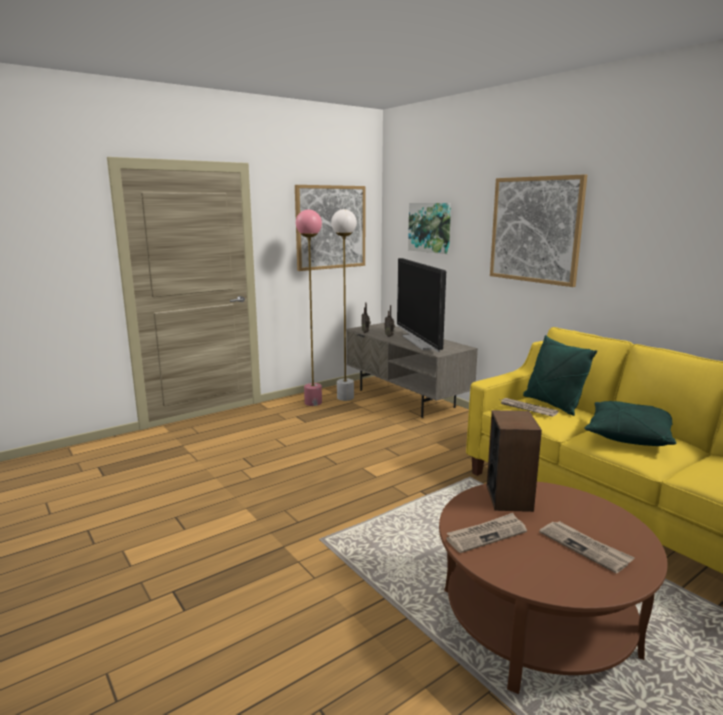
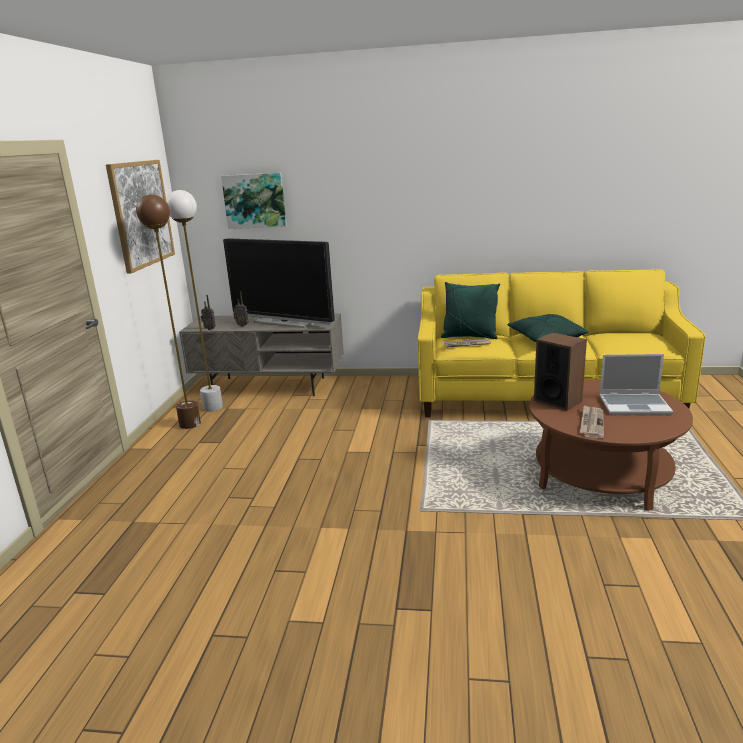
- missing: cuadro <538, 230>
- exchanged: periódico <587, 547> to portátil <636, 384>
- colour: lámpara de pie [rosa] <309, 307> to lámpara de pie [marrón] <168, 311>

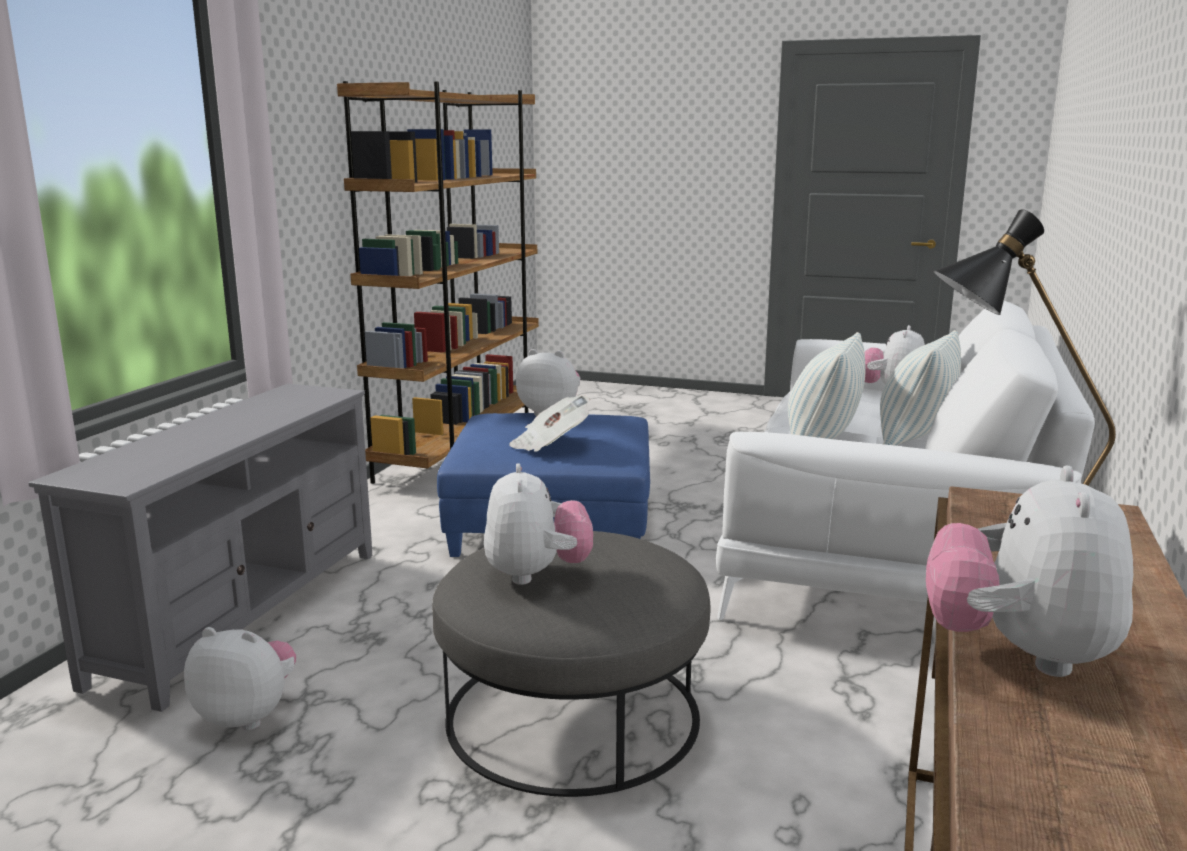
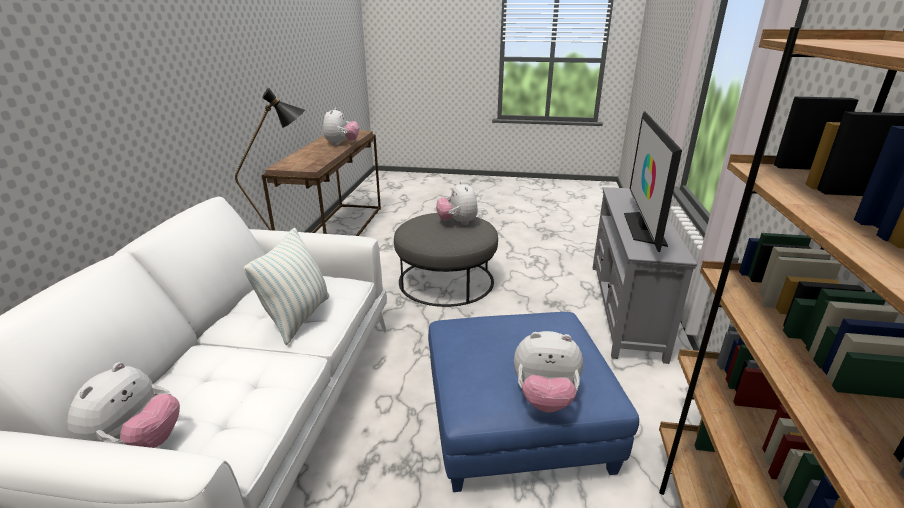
- missing: peluche <240, 678>
- missing: periódico <550, 423>
- missing: cojín <920, 388>
- appeared: televisor <653, 182>

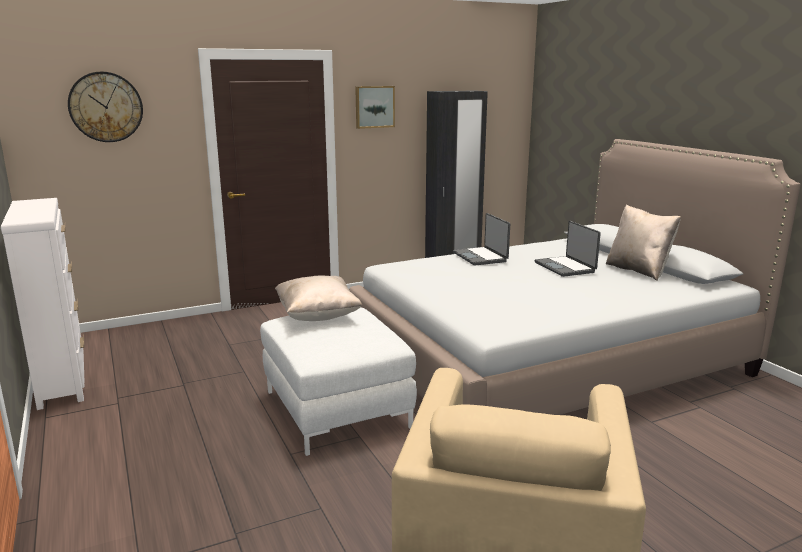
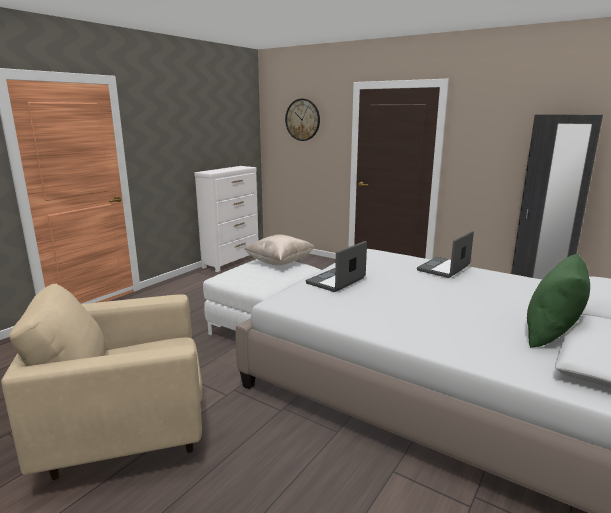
- missing: cuadro <375, 107>
- relocated: portátil <568, 249> to <336, 266>
- colour: cojín [beis] <643, 243> to cojín [verde] <558, 300>

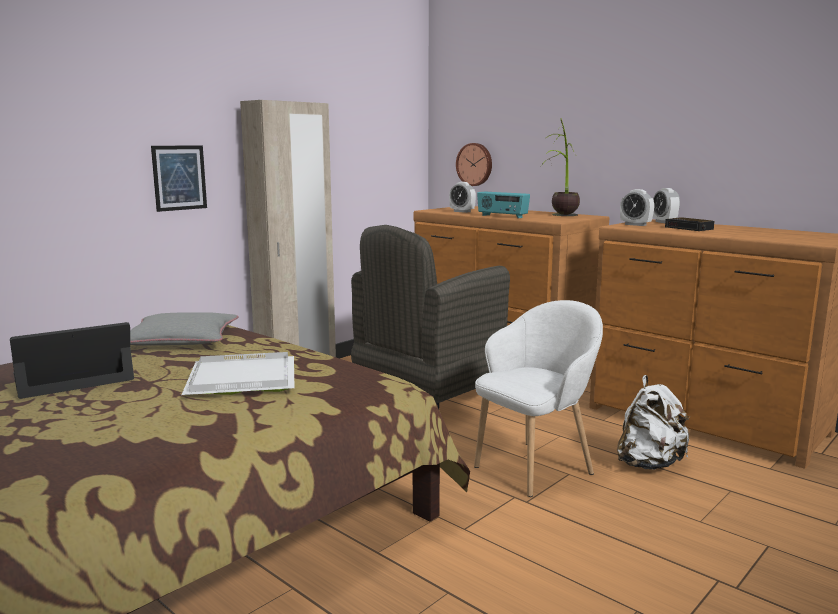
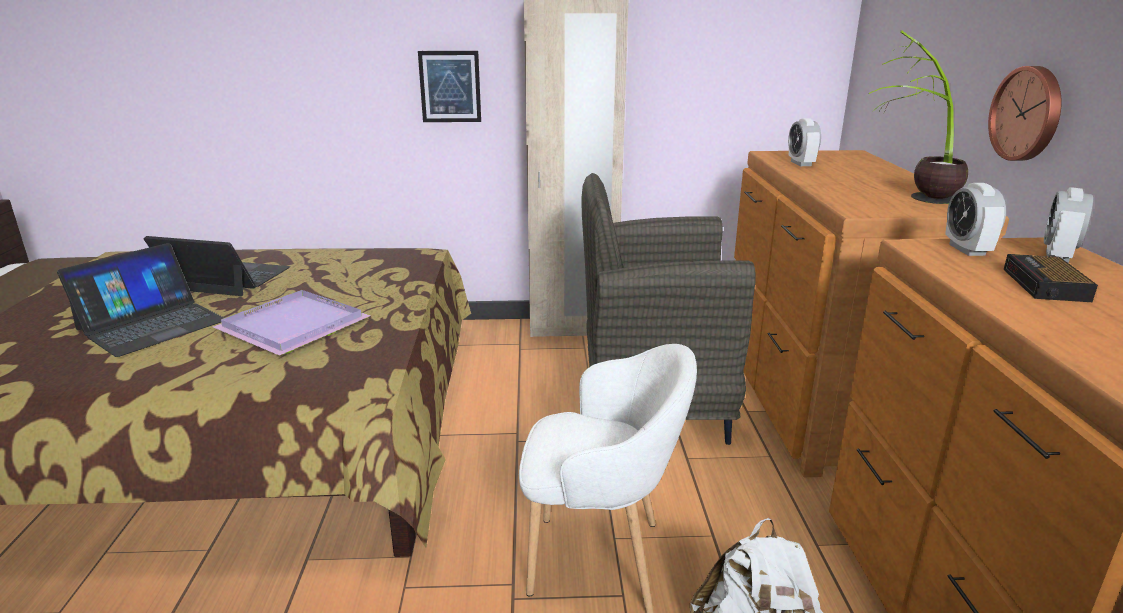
- missing: cojín [gris] <184, 328>
- missing: radio <503, 205>
- appeared: portátil <140, 300>
- relocated: reloj de pared <474, 164> to <1025, 113>
- colour: bandeja [blanco] <238, 373> to bandeja [morado] <292, 323>

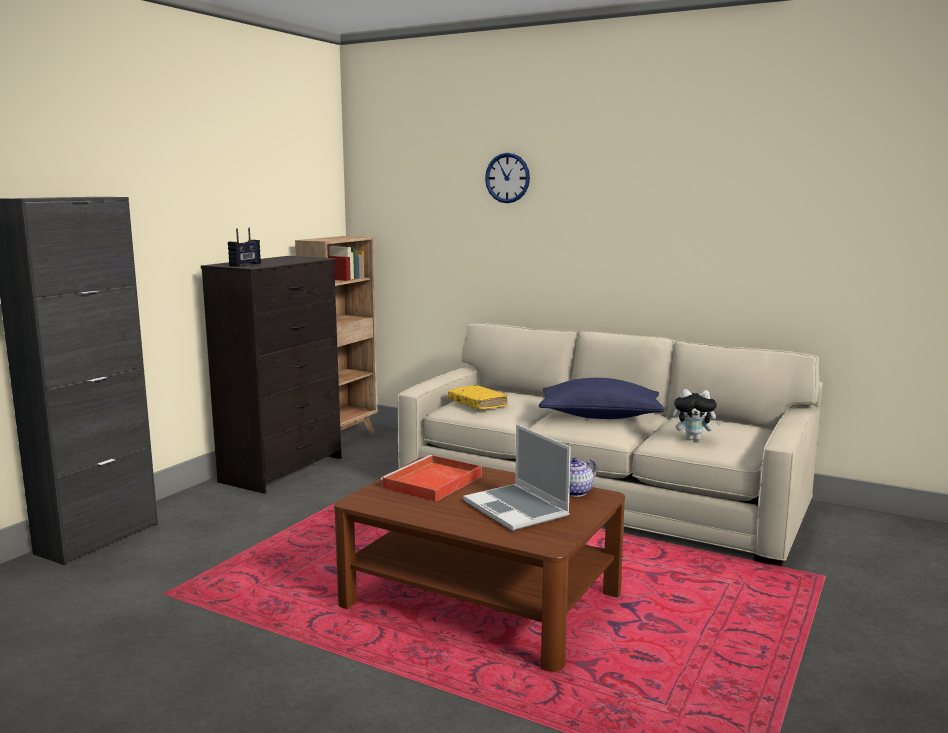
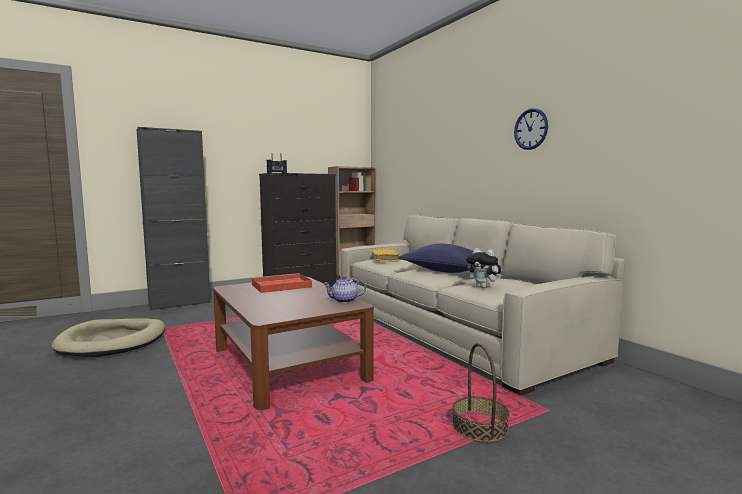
- missing: portátil <517, 477>
- appeared: cama para perro [beis] <108, 338>
- appeared: cesta <480, 393>
- relocated: reloj de pared <507, 178> to <531, 129>

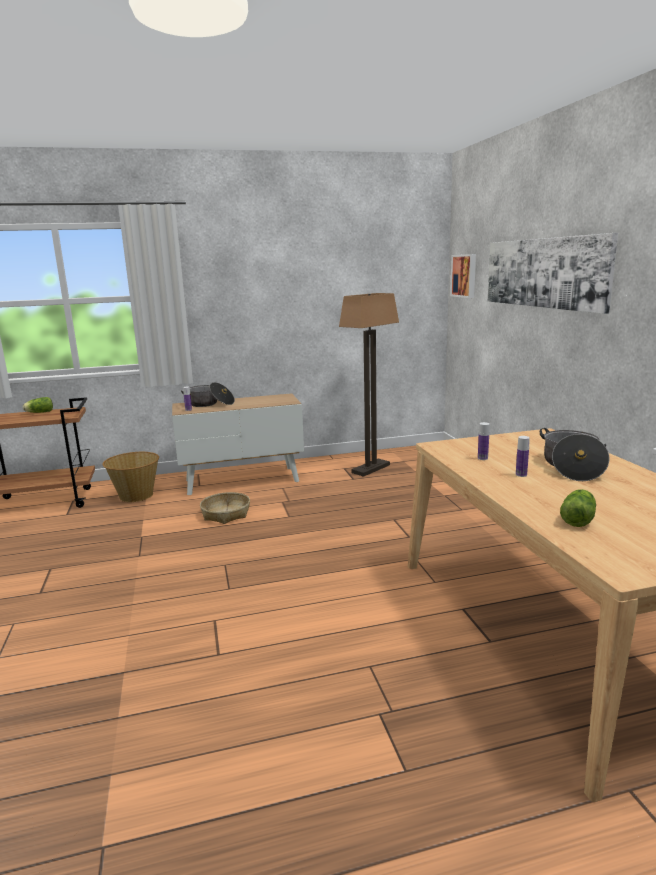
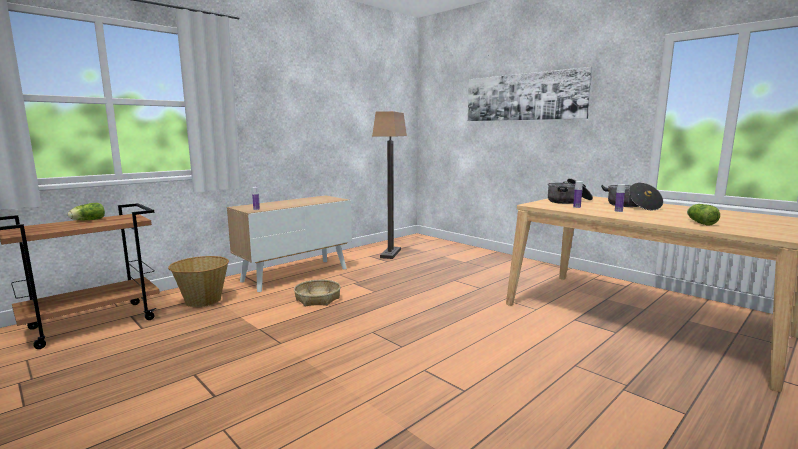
- missing: cuadro <463, 276>
- relocated: olla <208, 394> to <570, 191>

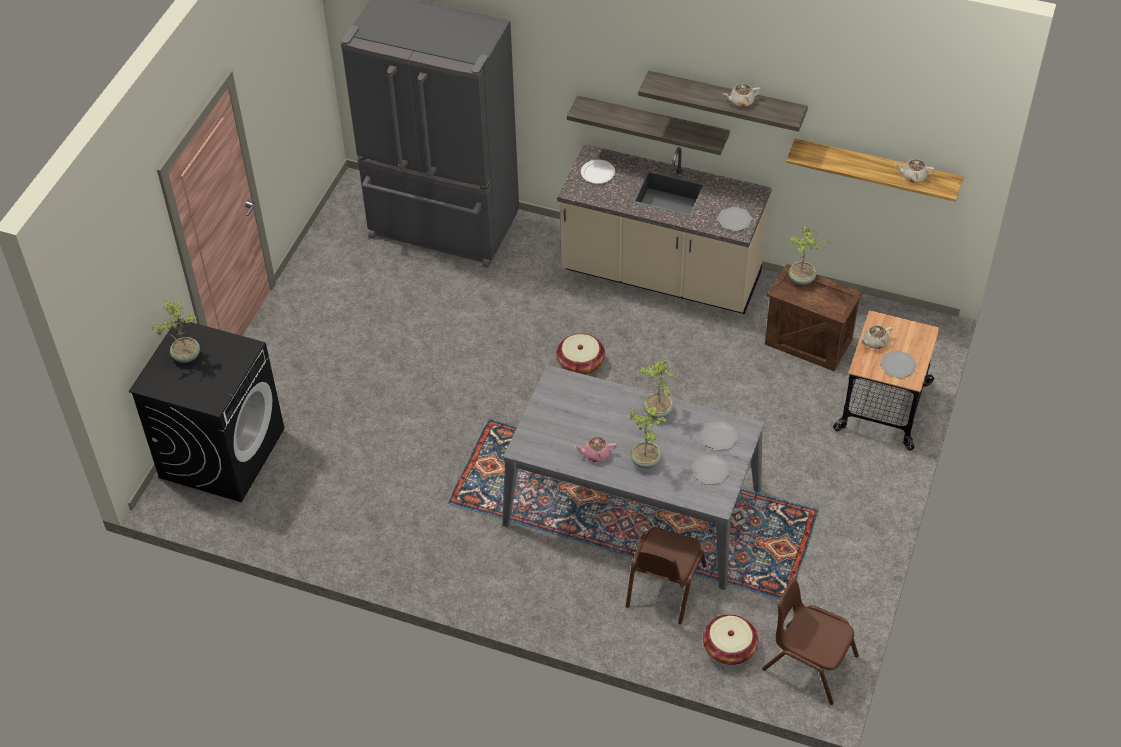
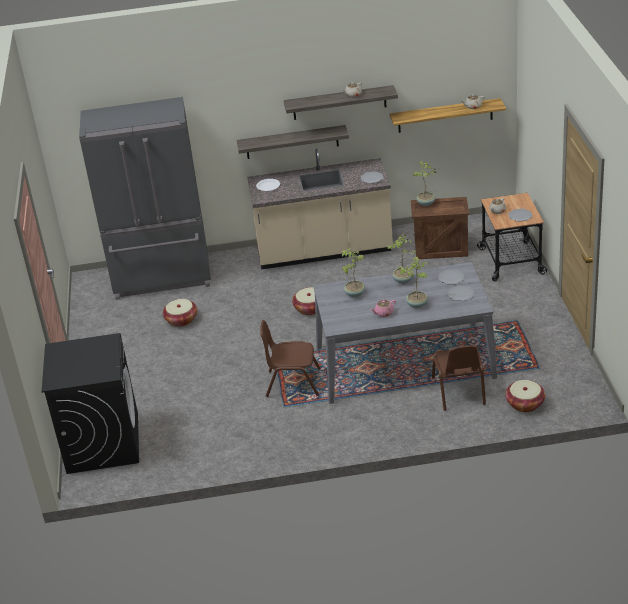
- appeared: cesta <180, 313>
- relocated: planta en maceta <176, 332> to <353, 273>
- relocated: silla [marrón] <810, 642> to <290, 358>

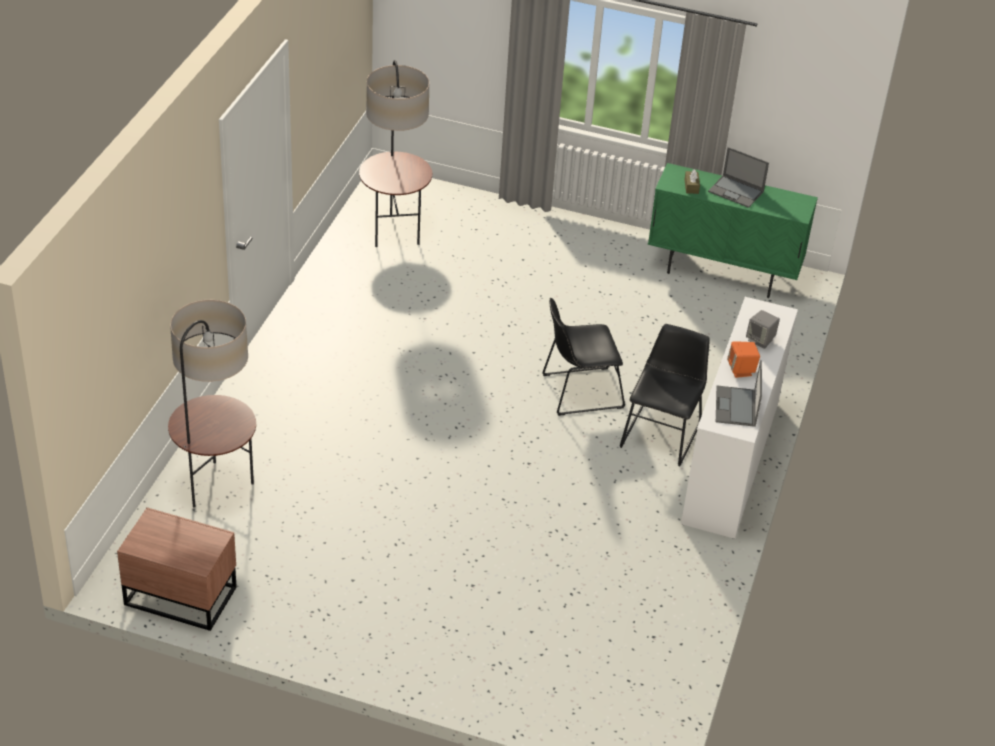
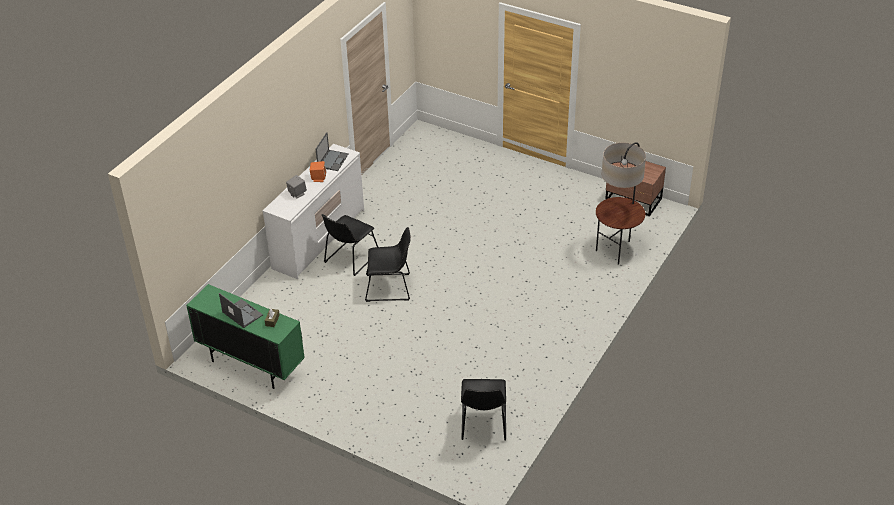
- exchanged: lámpara de pie <395, 153> to silla [negro] <483, 409>

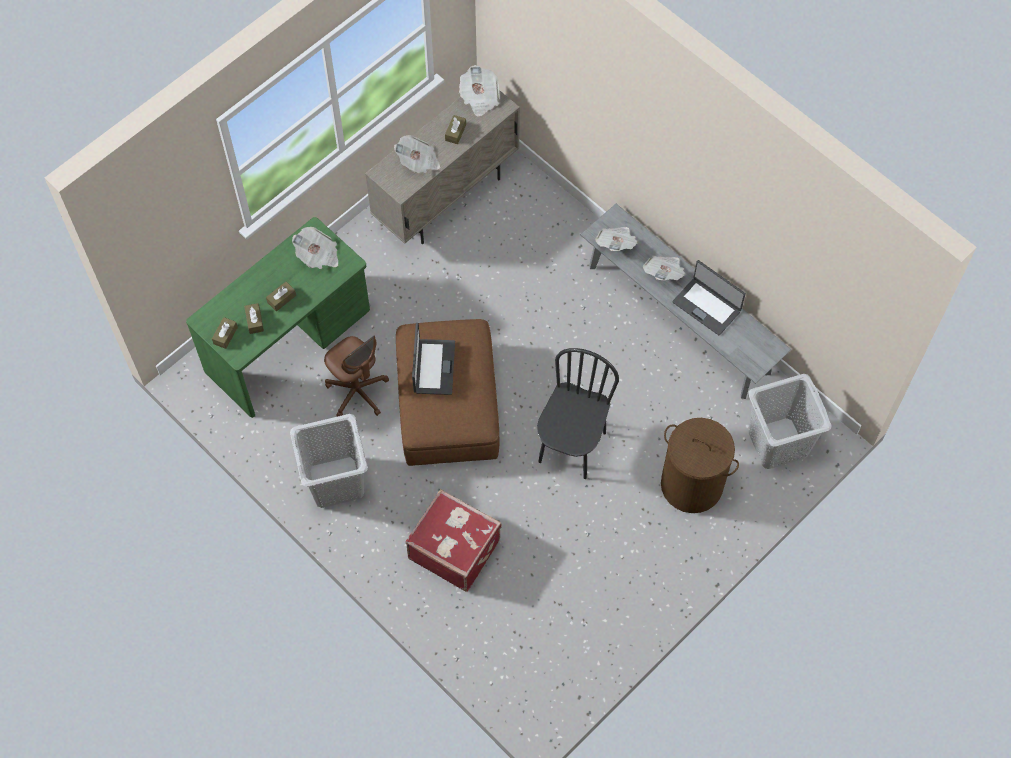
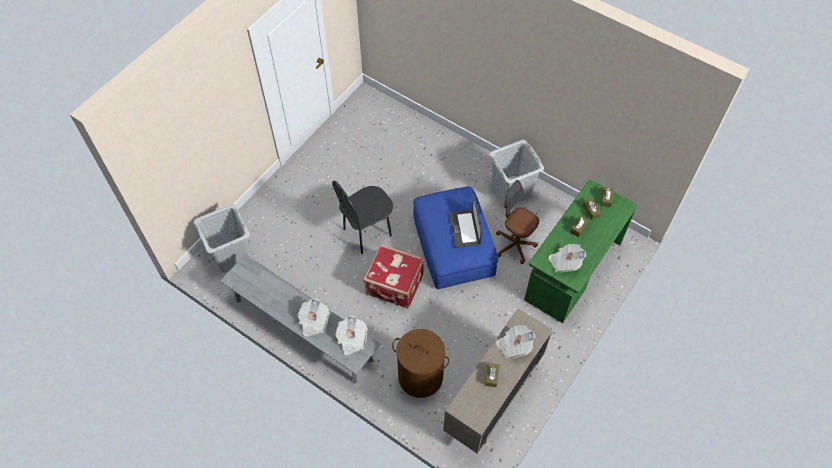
- missing: periódico <479, 91>
- missing: portátil <709, 297>
- relocated: maleta [rojo] <453, 540> to <393, 276>
- relocated: cesto de la ropa [marrón] <700, 465> to <420, 363>
- colour: puf [marrón] <447, 392> to puf [azul] <455, 238>
- spun: silla [negro] <578, 413> = <362, 217> 45 degrees clockwise

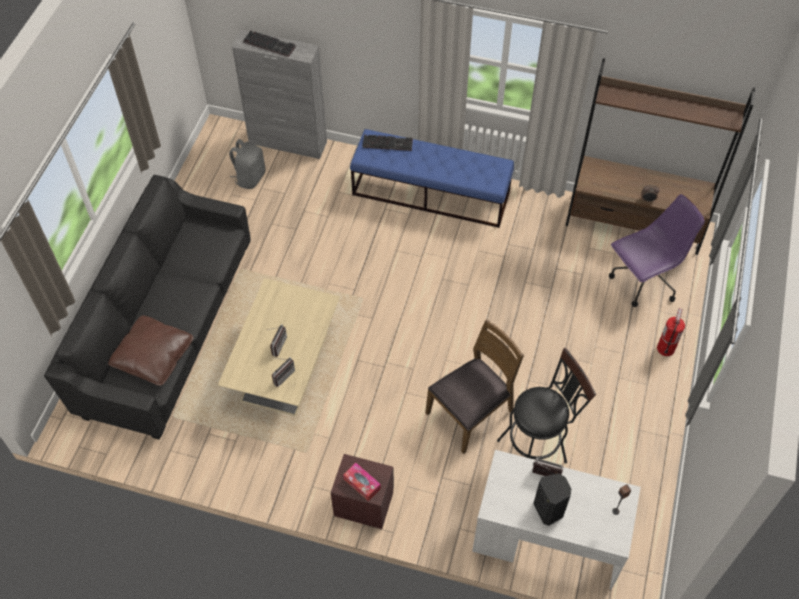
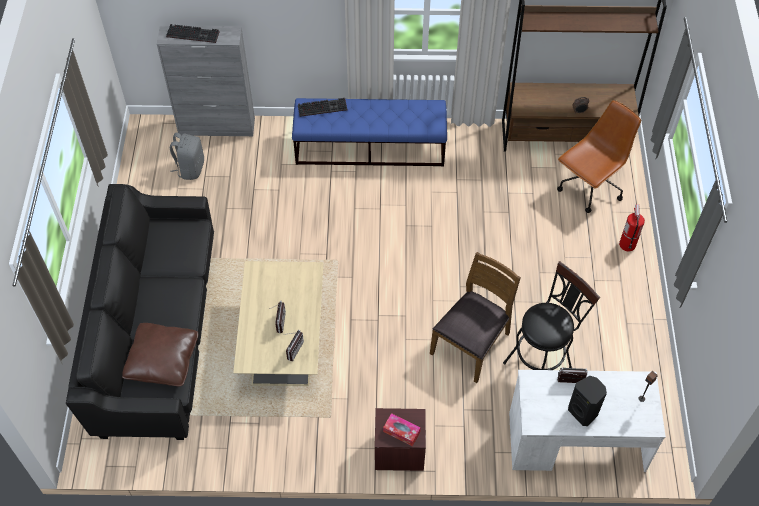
- colour: silla de oficina [morado] <657, 250> to silla de oficina [marrón] <599, 156>

